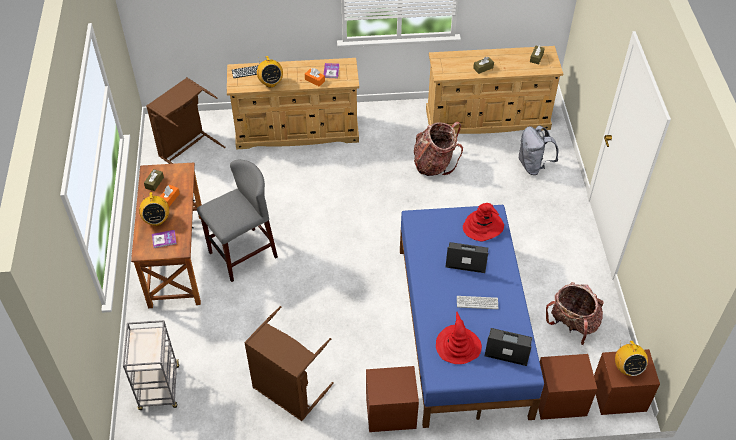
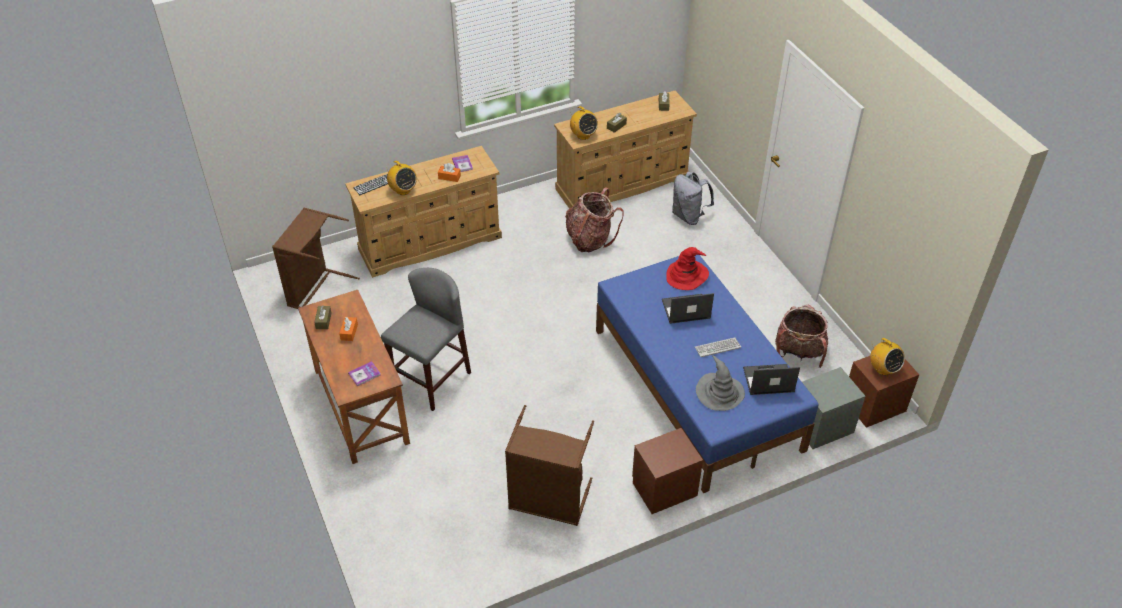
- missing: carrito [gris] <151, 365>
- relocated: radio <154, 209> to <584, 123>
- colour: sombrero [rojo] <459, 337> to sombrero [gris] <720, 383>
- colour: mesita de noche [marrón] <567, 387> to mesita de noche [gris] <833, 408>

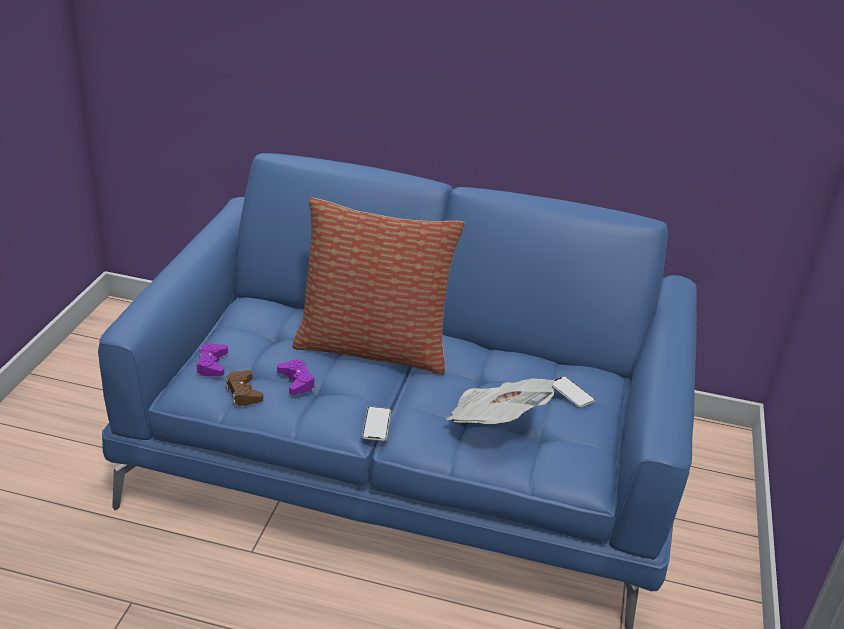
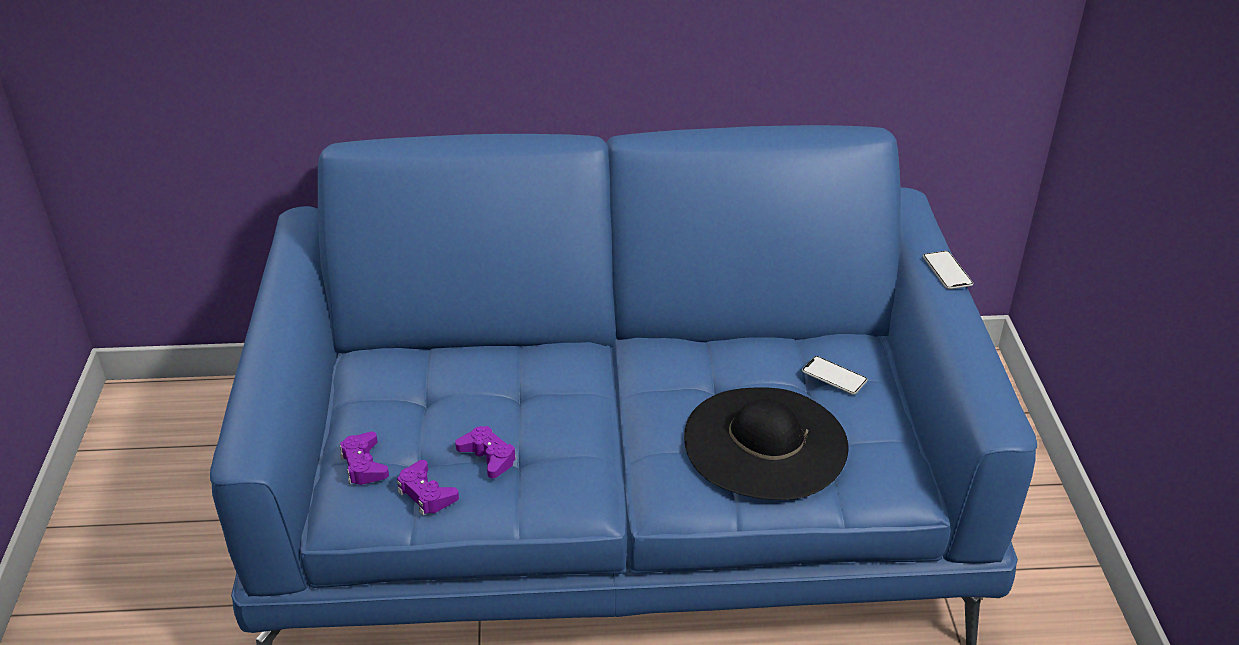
- missing: cojín <379, 286>
- relocated: móvil <376, 423> to <948, 270>
- exchanged: periódico <500, 401> to sombrero [negro] <766, 444>
- colour: mando de consola [marrón] <244, 388> to mando de consola [morado] <428, 487>

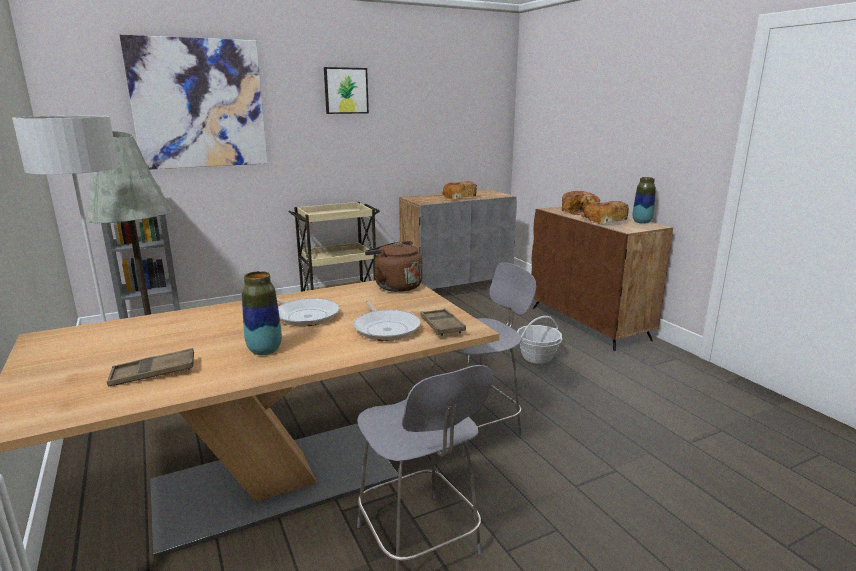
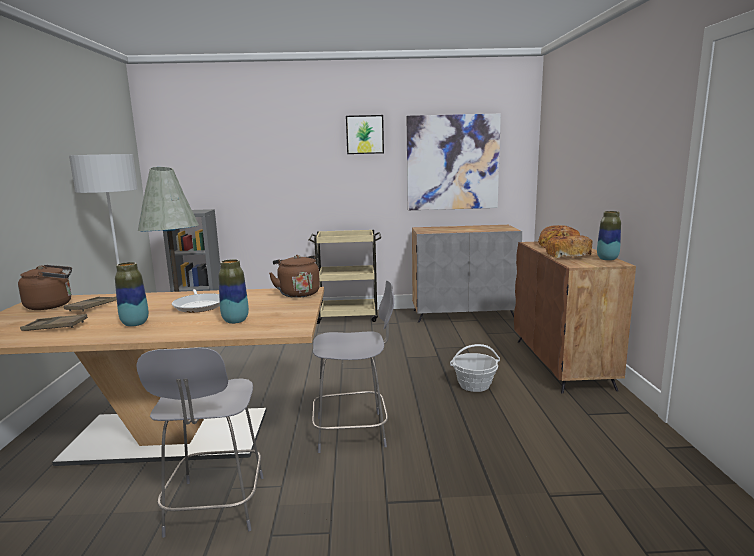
- missing: pan <459, 190>
- appeared: hervidor [marrón] <45, 287>
- relocated: cuadro <194, 102> to <454, 162>
- relocated: bandeja [marrón] <443, 322> to <90, 304>
- exchanged: sartén <387, 321> to florero <233, 291>

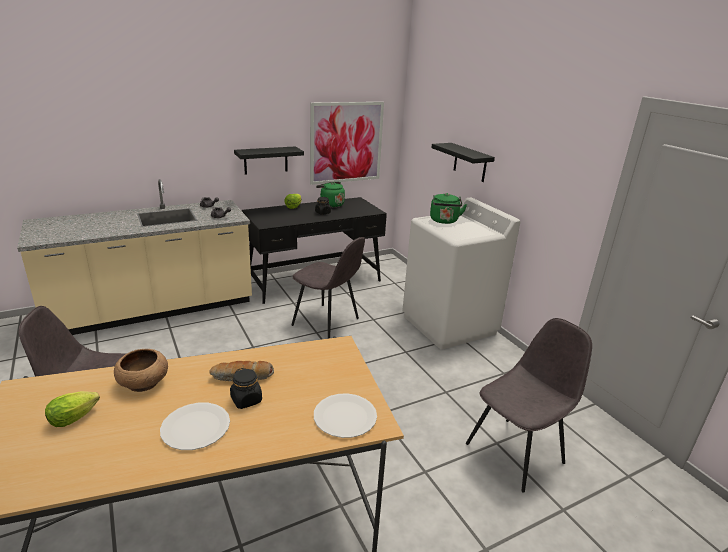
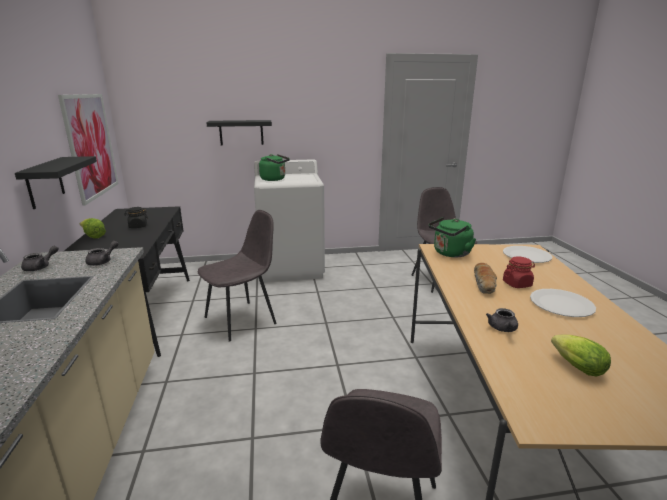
- relocated: hervidor [verde] <330, 194> to <452, 237>
- exchanged: cuenco [marrón] <141, 370> to tetera [gris] <502, 320>
- colour: tarro [negro] <246, 388> to tarro [rojo] <519, 272>

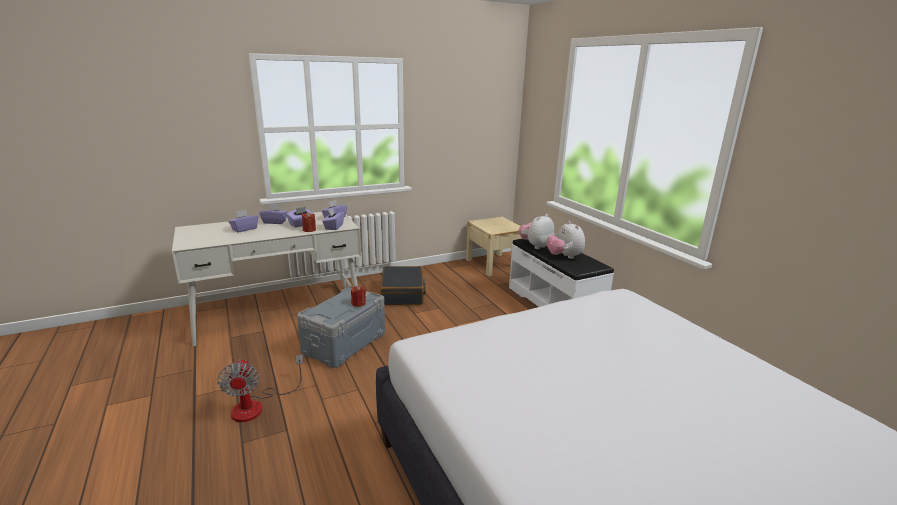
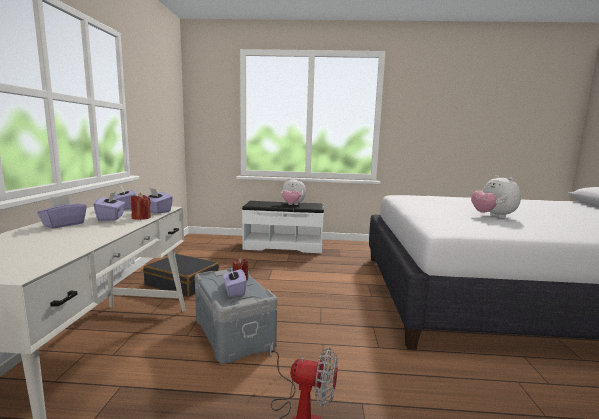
- missing: mesita de noche [beis] <494, 246>
- relocated: caja de pañuelos [morado] <243, 221> to <235, 281>
- relocated: peluche <537, 231> to <496, 196>

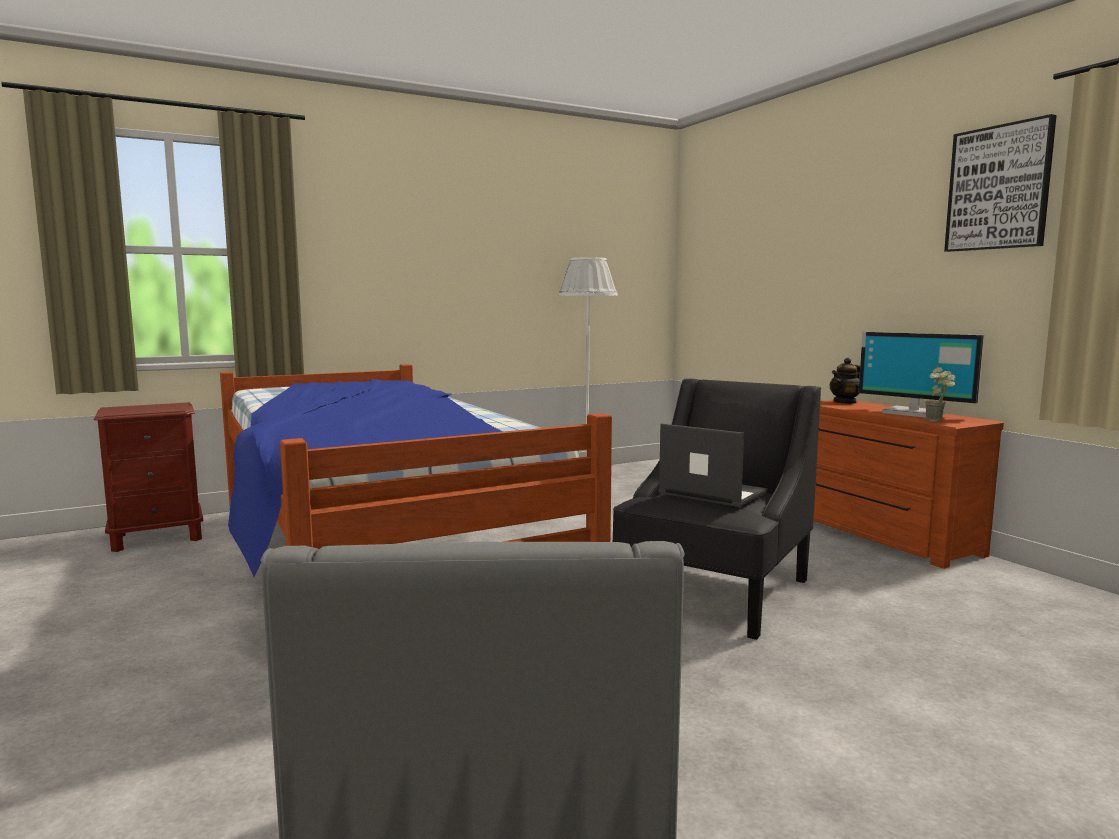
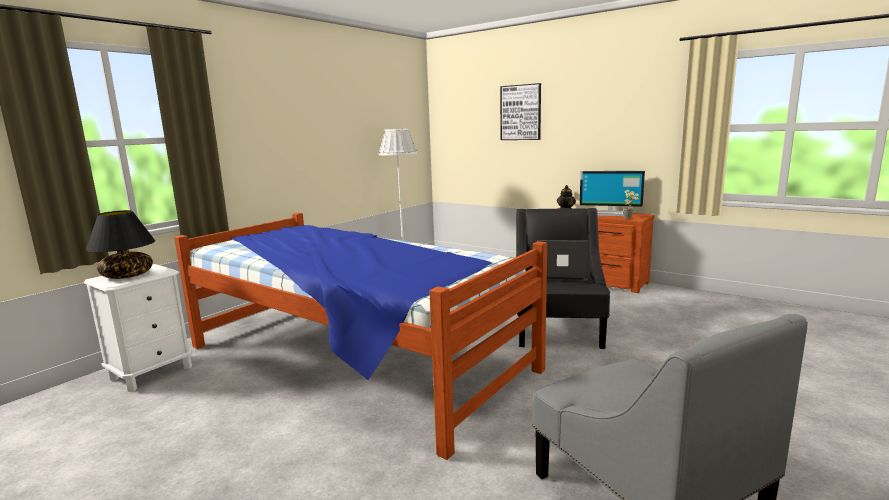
- appeared: lámpara de mesa [negro] <121, 244>
- relocated: cuadro <1000, 183> to <520, 111>
- colour: mesita de noche [marrón] <148, 477> to mesita de noche [blanco] <138, 328>

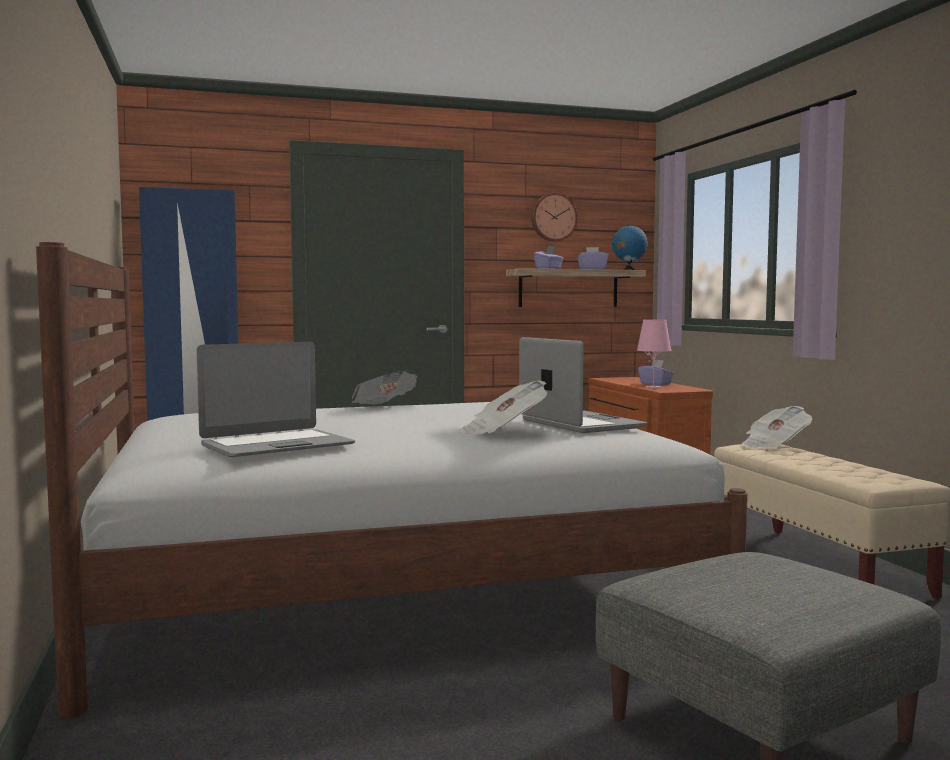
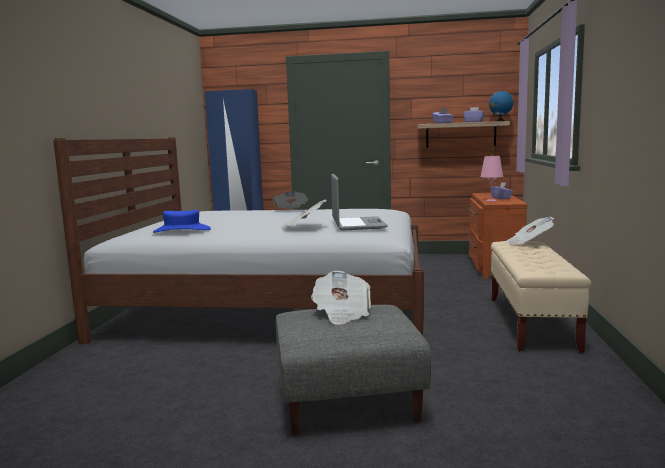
- missing: reloj de pared <554, 217>
- appeared: periódico <341, 298>
- exchanged: portátil <275, 399> to sombrero [azul] <182, 221>

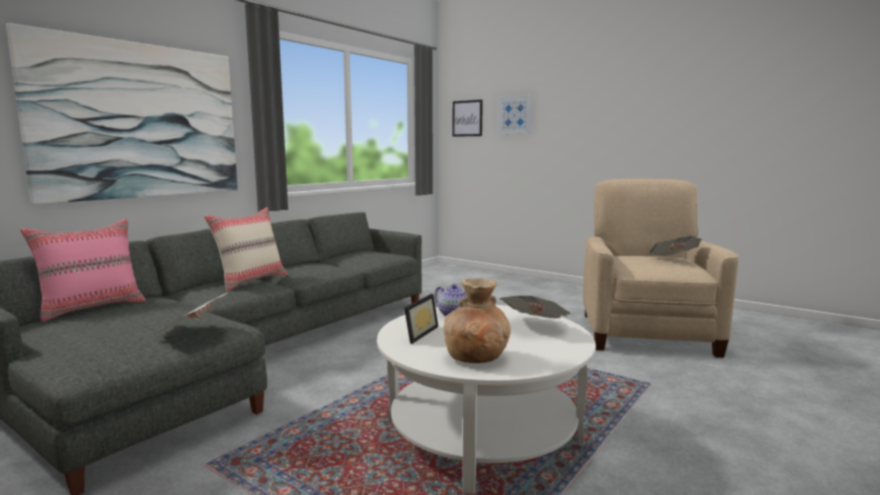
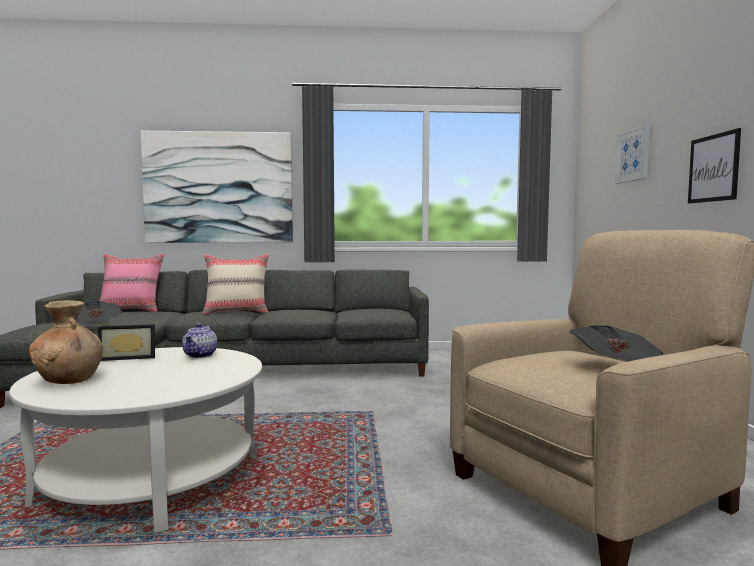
- missing: periódico <534, 307>
- relocated: cuadro <467, 118> to <714, 165>

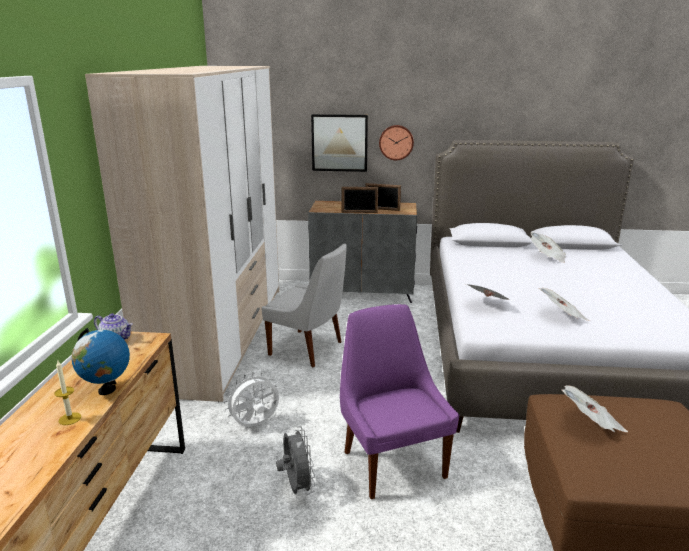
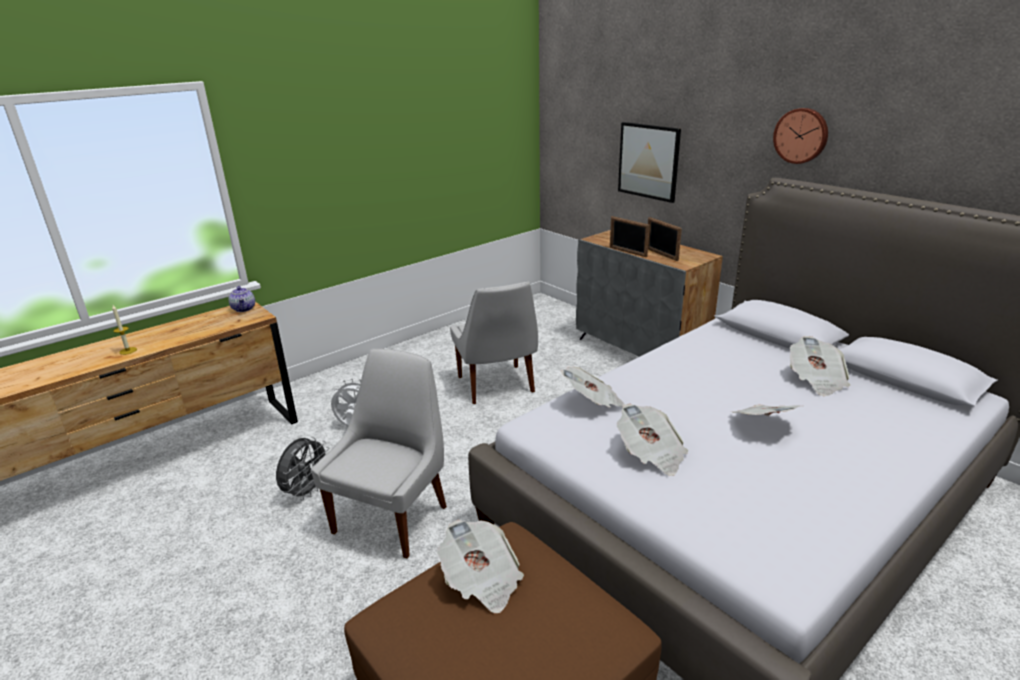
- missing: globo terráqueo <100, 361>
- missing: armario ropero <182, 234>
- appeared: periódico <766, 410>
- relocated: reloj de pared <396, 142> to <800, 136>
- colour: silla [morado] <399, 401> to silla [blanco] <379, 454>

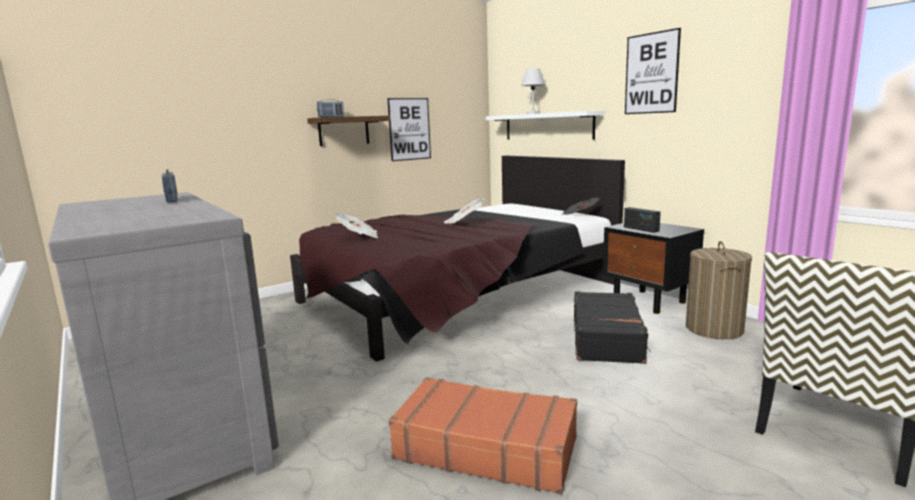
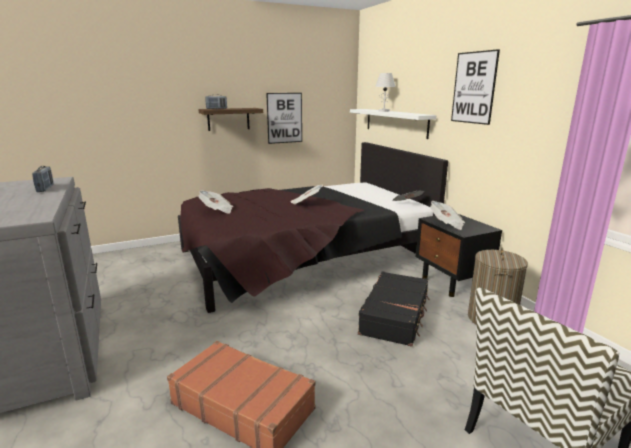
- exchanged: radio <642, 220> to periódico <447, 215>

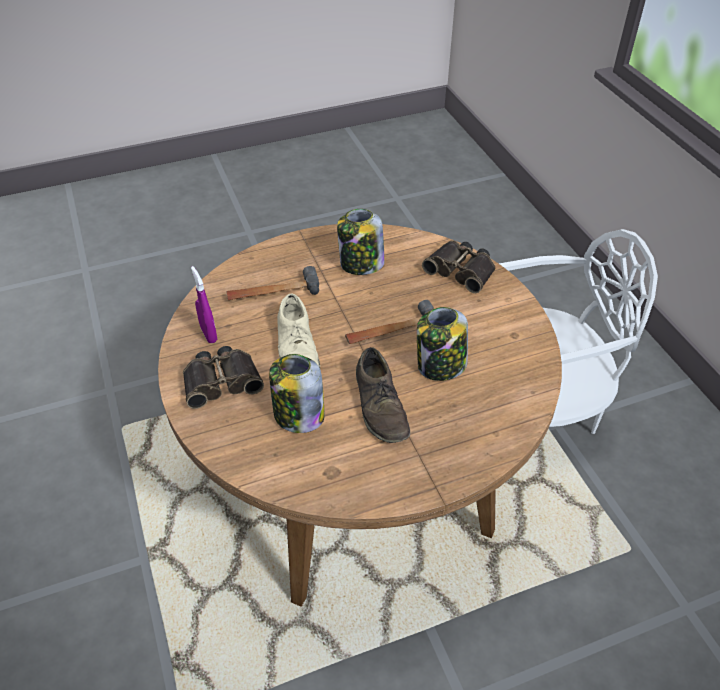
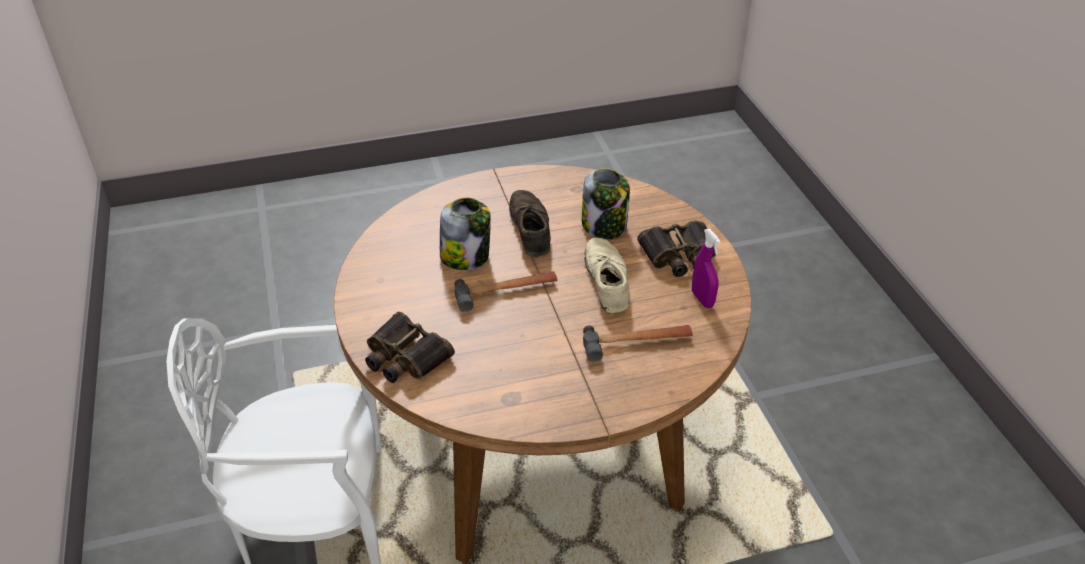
- missing: tarro <361, 242>

